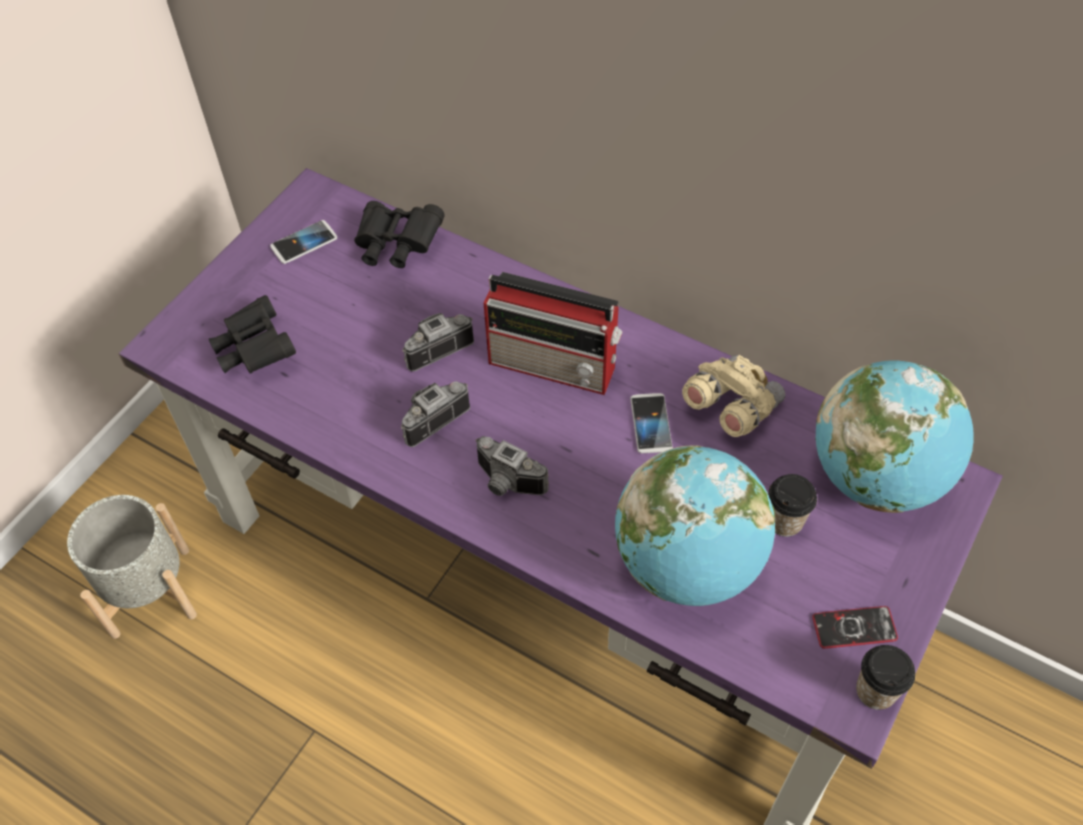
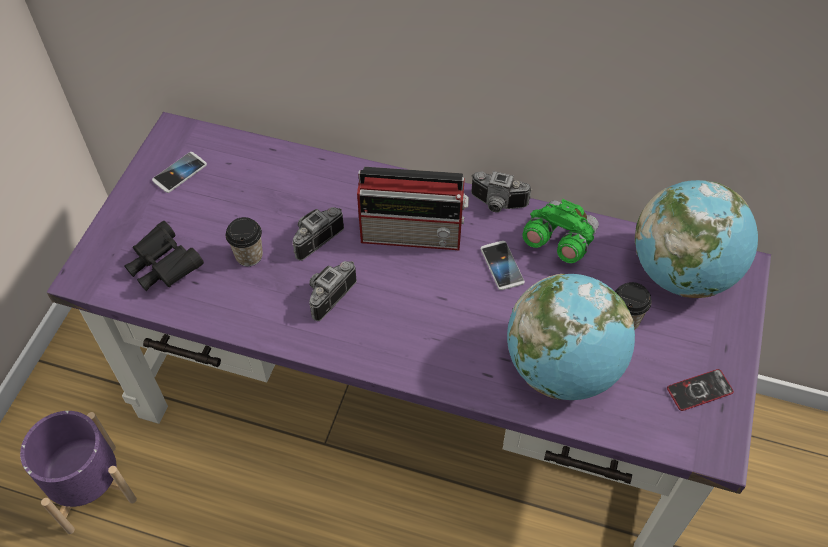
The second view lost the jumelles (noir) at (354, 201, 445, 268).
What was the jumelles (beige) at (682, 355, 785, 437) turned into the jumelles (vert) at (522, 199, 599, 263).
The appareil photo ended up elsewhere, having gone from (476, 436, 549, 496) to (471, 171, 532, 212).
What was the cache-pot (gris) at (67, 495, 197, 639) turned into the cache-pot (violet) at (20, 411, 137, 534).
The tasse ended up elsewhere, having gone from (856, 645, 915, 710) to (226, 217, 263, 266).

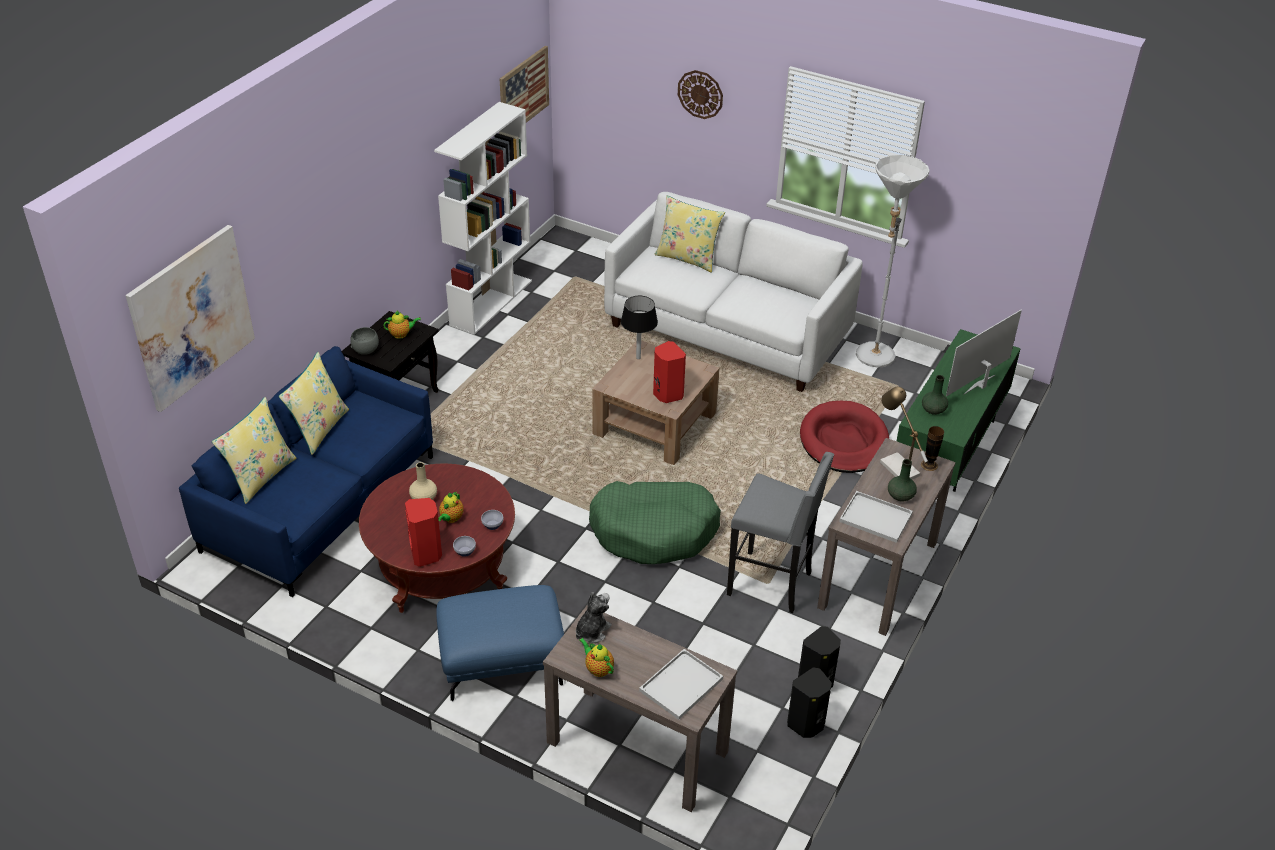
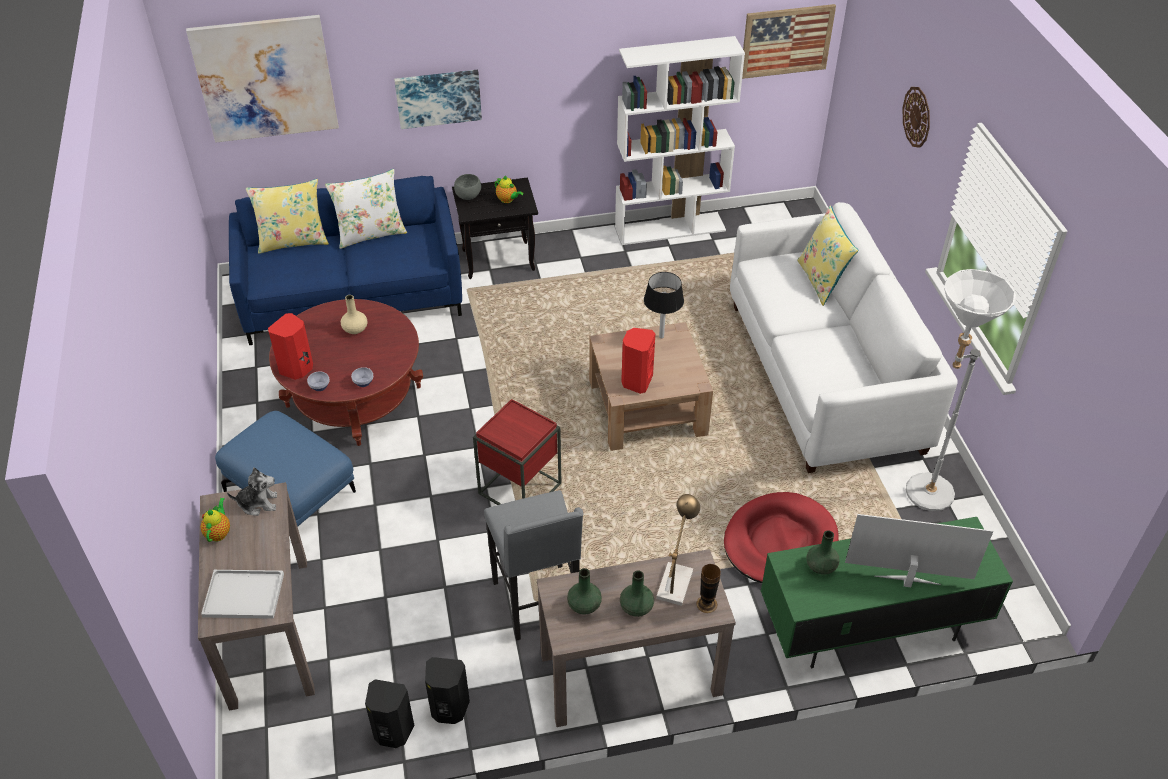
What was the coussin (jaune) at (279, 352, 349, 455) turned into the coussin (blanc) at (325, 169, 407, 249).
Where the panier pour chien (vert) stood at (589, 481, 721, 564), the table d'appoint (rouge) came to stand at (473, 399, 562, 505).
The second view lost the théière at (438, 491, 464, 523).
Where the plateau (blanc) stood at (839, 491, 913, 543), the vase (vert) came to stand at (567, 568, 602, 615).
The second view gained the tableau at (394, 70, 482, 129).

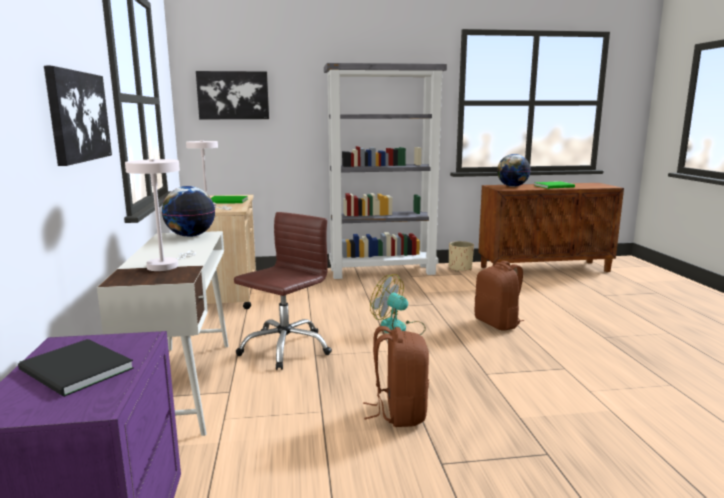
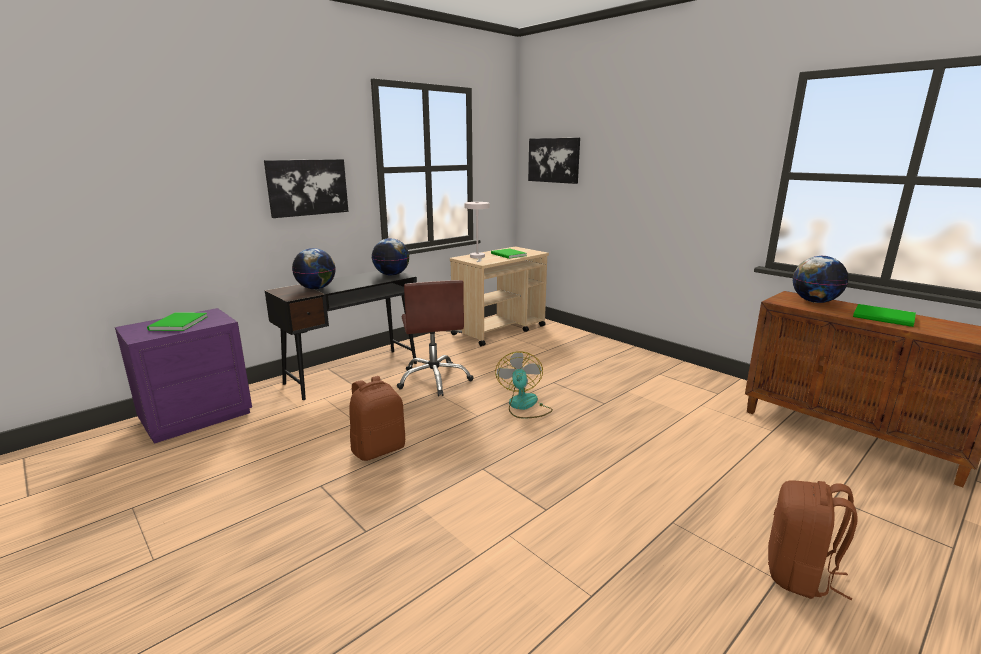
The second view lost the bibliothèque (gris) at (324, 63, 447, 279).
Where the lampe de table (blanc) stood at (125, 159, 196, 271), the globe came to stand at (292, 248, 336, 289).
The chaise de bureau (marron) at (234, 212, 332, 370) ended up facing another way, 75 degrees clockwise from before.
What was the bureau (blanc) at (97, 231, 229, 436) turned into the bureau (noir) at (265, 271, 417, 400).
The second view lost the cache-pot (beige) at (449, 241, 474, 272).
The sac à dos (marron) ended up elsewhere, having gone from (475, 261, 524, 331) to (768, 481, 858, 600).
What was the livre (noir) at (18, 339, 134, 397) turned into the livre (vert) at (147, 312, 207, 331).

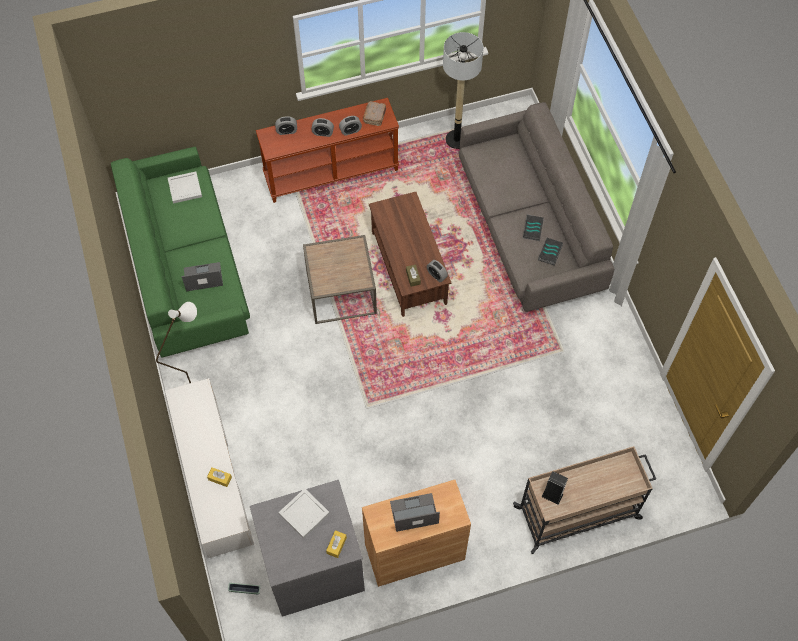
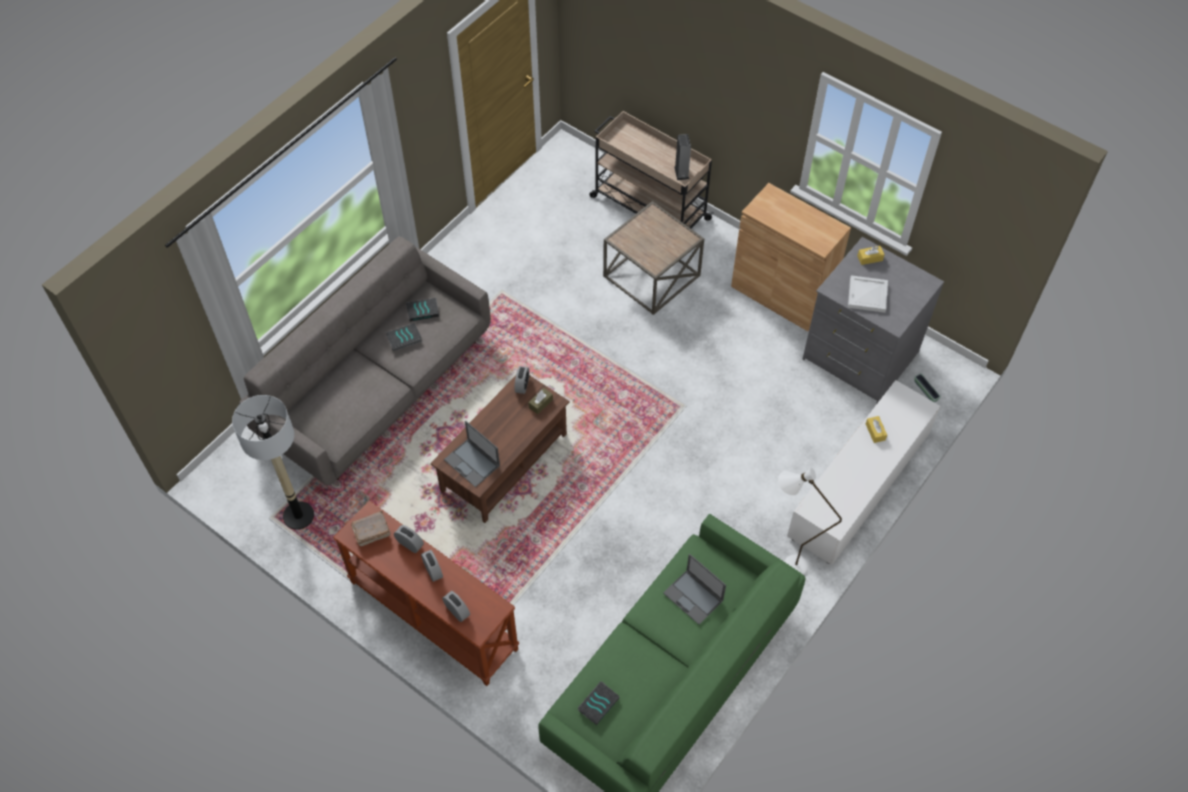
Where the plateau (blanc) stood at (168, 172, 202, 204), the livre came to stand at (578, 681, 619, 725).
The table d'appoint (marron) ended up elsewhere, having gone from (303, 235, 377, 324) to (603, 201, 704, 315).
The ordinateur portable ended up elsewhere, having gone from (390, 493, 440, 532) to (444, 421, 500, 487).

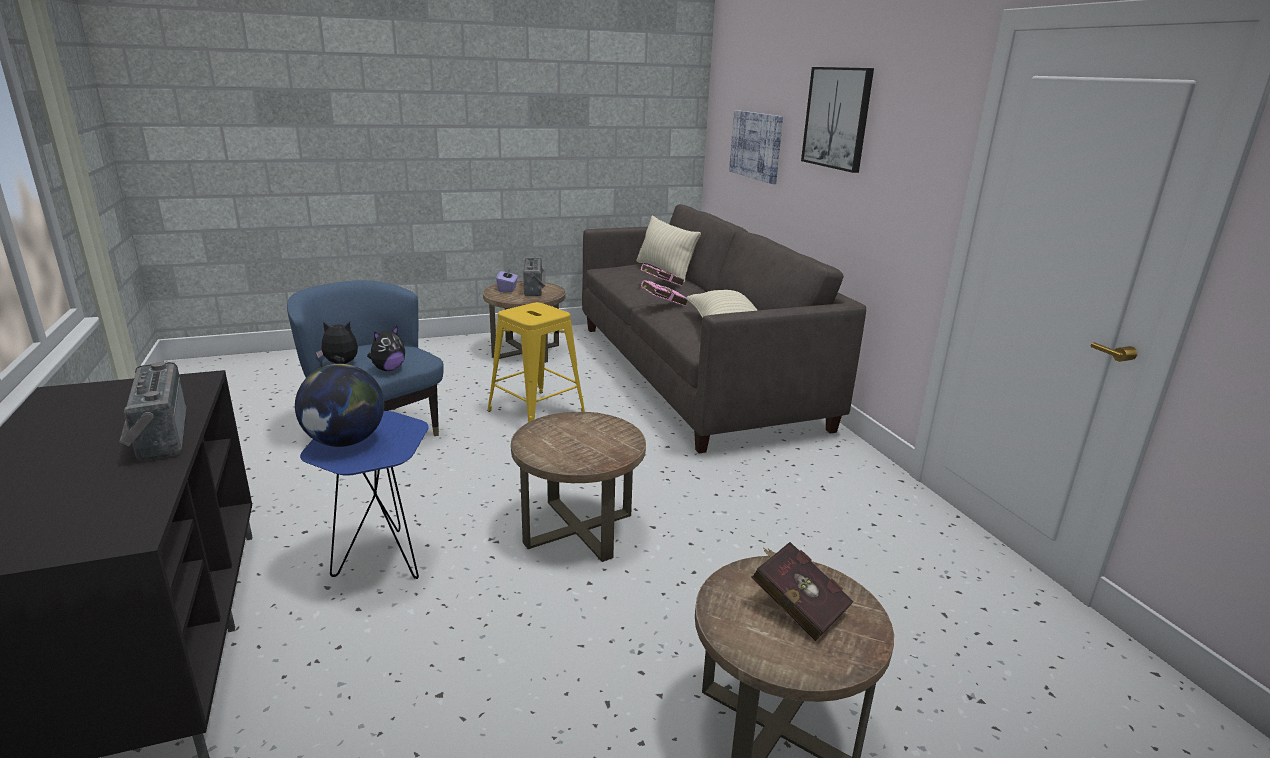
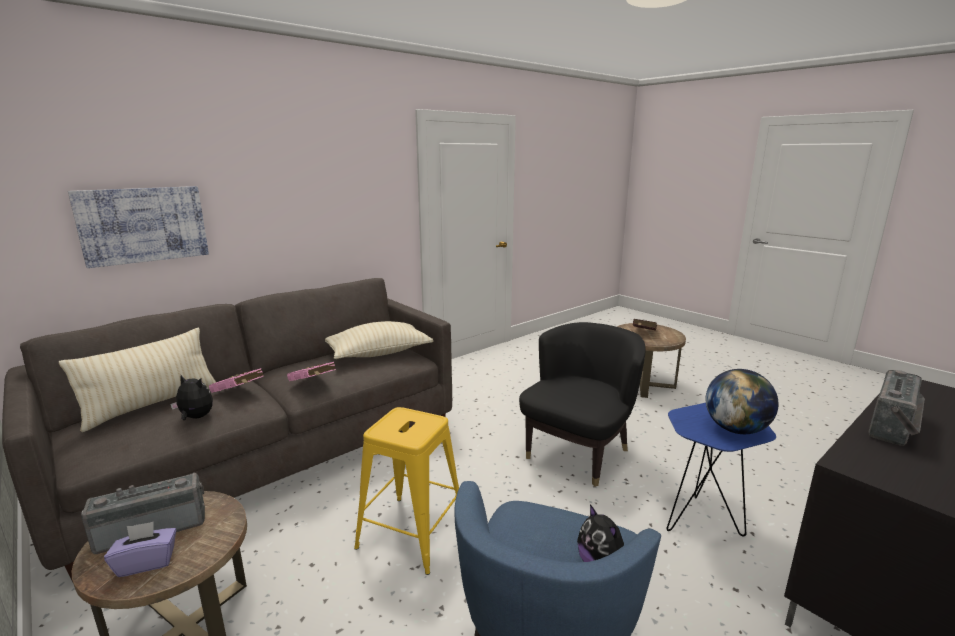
The second view lost the tableau at (801, 67, 874, 173).
The peluche ended up elsewhere, having gone from (367, 326, 405, 371) to (170, 375, 213, 420).
Where the table d'appoint (marron) stood at (511, 412, 646, 562), the fauteuil (noir) came to stand at (519, 322, 646, 487).

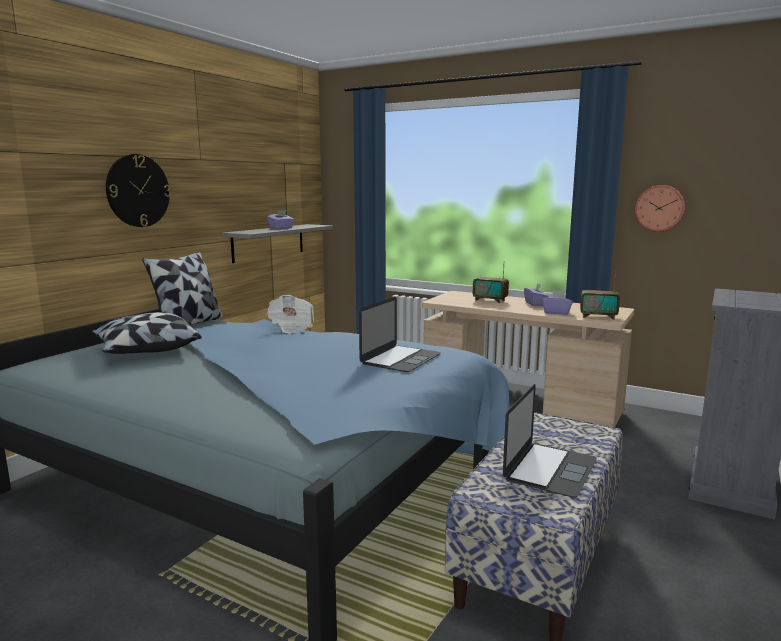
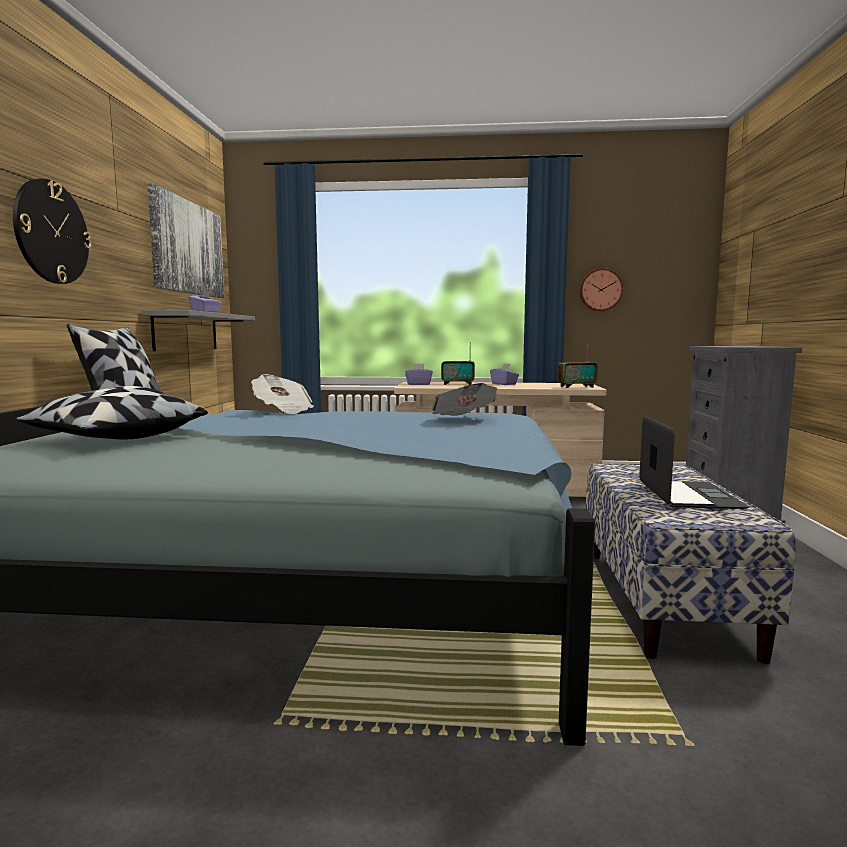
The boîte à mouchoirs (violet) ended up elsewhere, having gone from (542, 290, 573, 315) to (405, 364, 433, 385).
Where the ordinateur portable stood at (359, 297, 441, 372), the journal came to stand at (432, 383, 497, 416).
The second view gained the tableau at (147, 183, 224, 298).

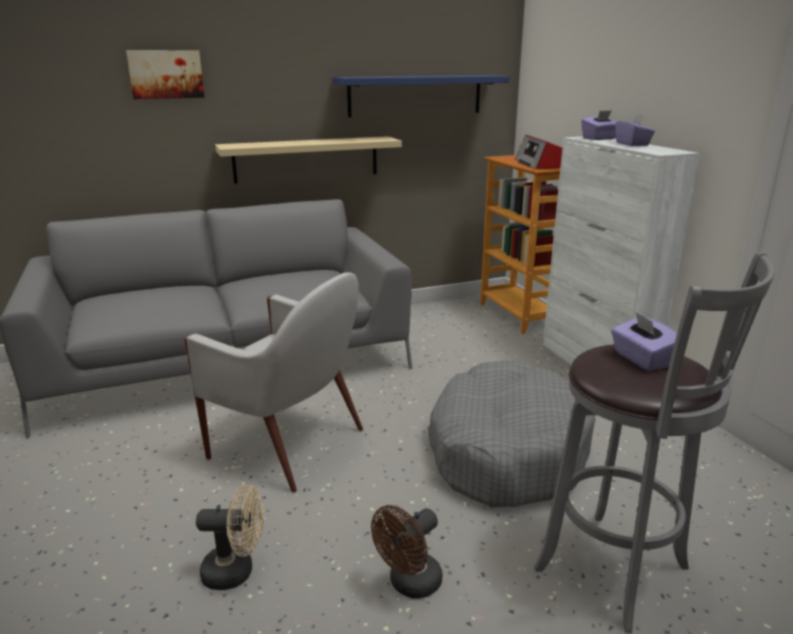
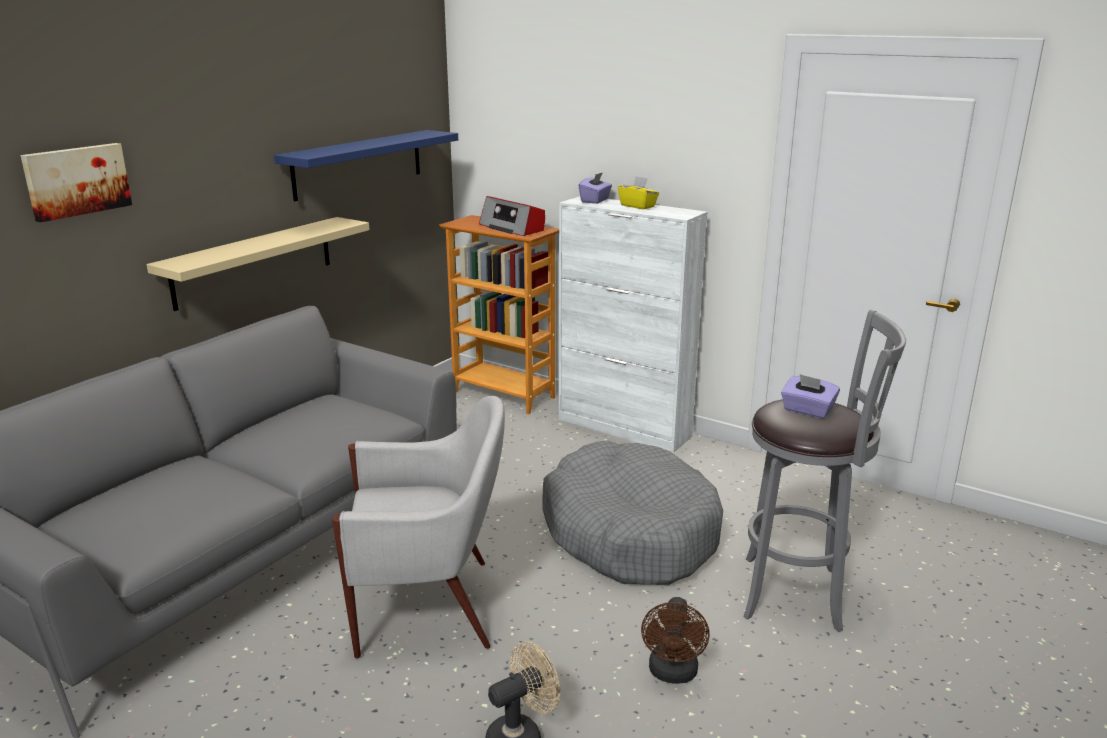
What was the boîte à mouchoirs (violet) at (615, 114, 655, 146) turned into the boîte à mouchoirs (jaune) at (618, 176, 659, 209).

